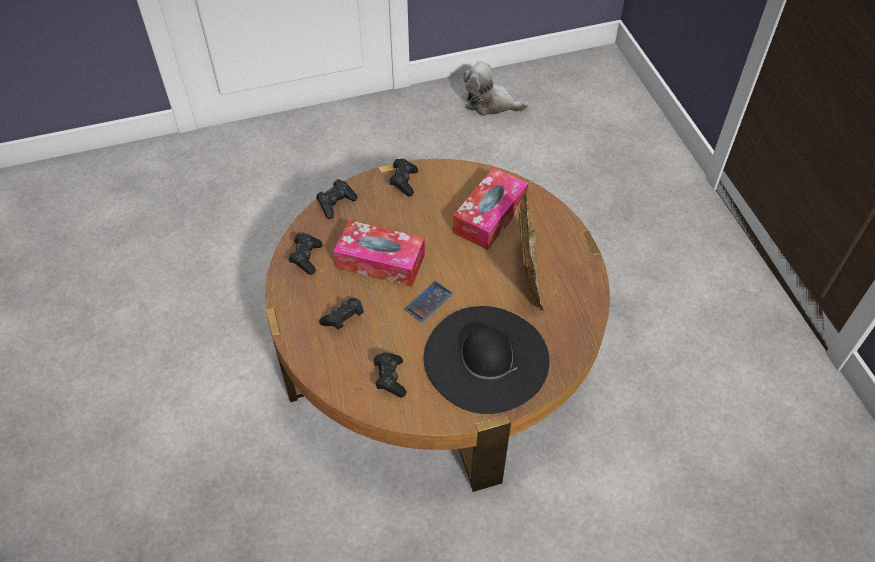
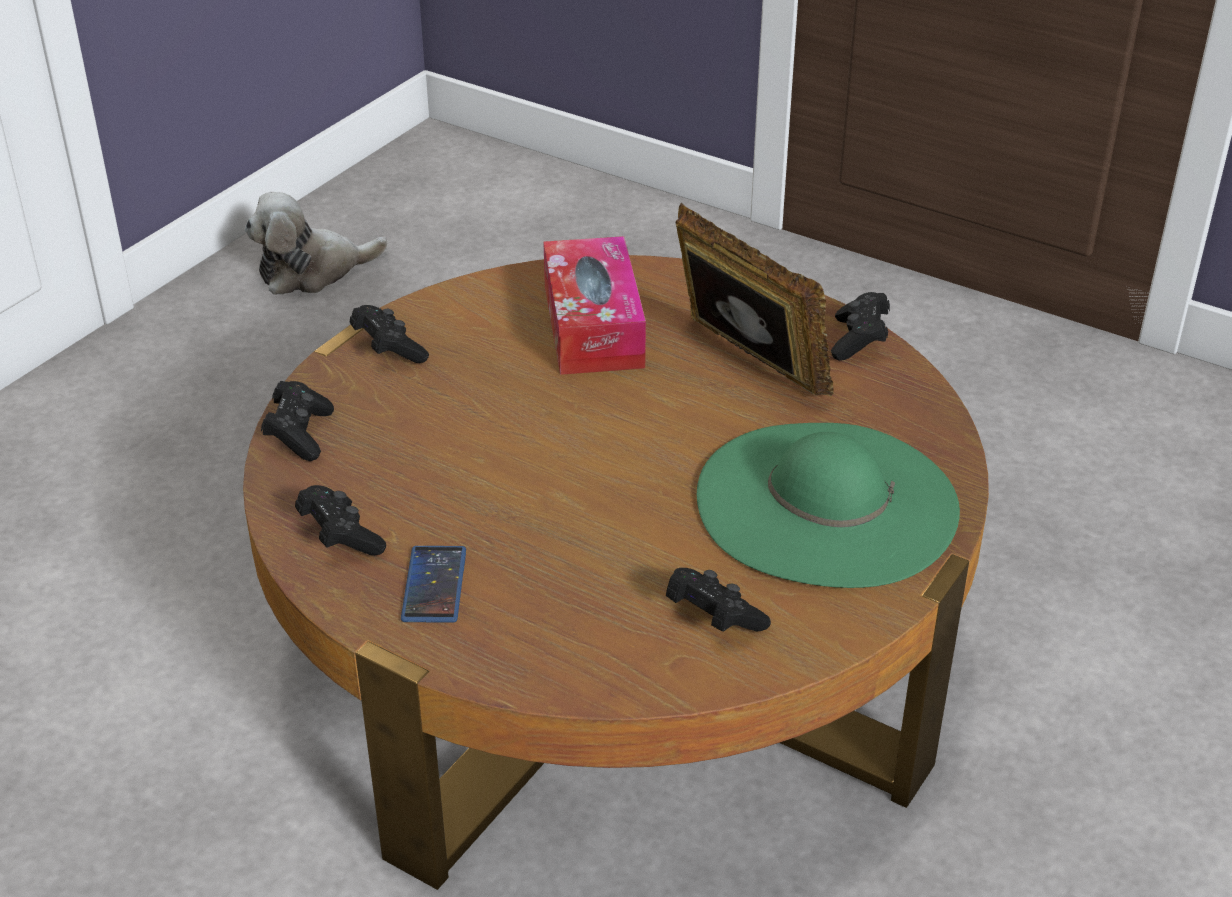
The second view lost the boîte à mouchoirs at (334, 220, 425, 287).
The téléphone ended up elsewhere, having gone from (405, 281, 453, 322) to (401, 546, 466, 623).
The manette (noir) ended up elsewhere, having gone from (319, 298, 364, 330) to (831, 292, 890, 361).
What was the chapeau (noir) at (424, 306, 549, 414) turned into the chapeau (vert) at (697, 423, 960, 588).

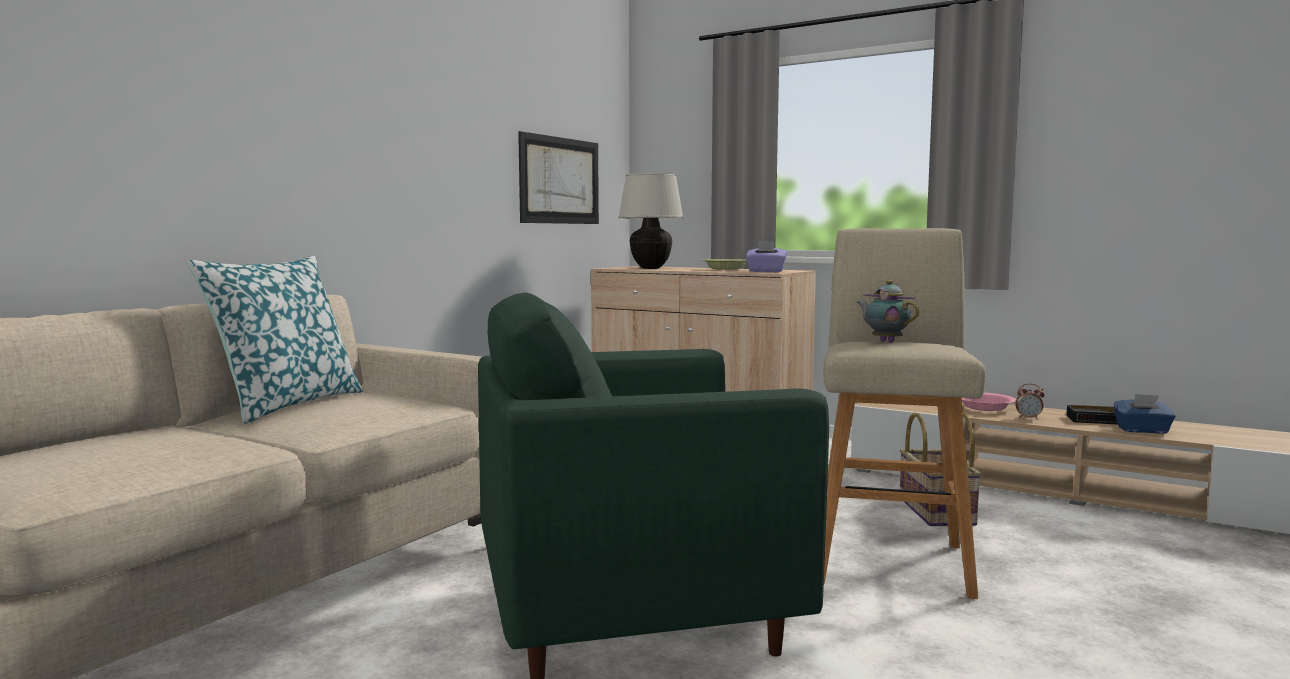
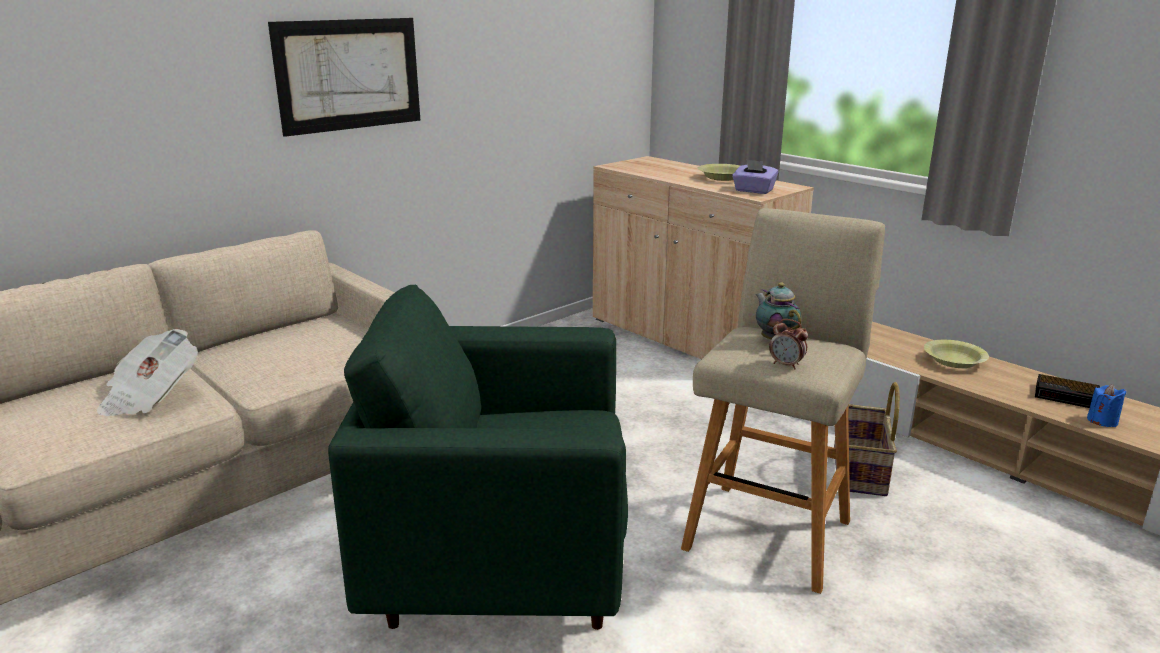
The tableau ended up elsewhere, having gone from (518, 131, 599, 224) to (268, 18, 420, 137).
The second view lost the lampe de table (beige) at (618, 173, 684, 269).
The second view lost the coussin at (187, 255, 363, 424).
The réveil ended up elsewhere, having gone from (1015, 384, 1045, 420) to (769, 319, 808, 369).
What was the bol (rose) at (962, 393, 1016, 411) turned into the bol (jaune) at (924, 340, 989, 368).
Where the boîte à mouchoirs (bleu) stood at (1113, 394, 1176, 434), the bougie (bleu) came to stand at (1087, 385, 1126, 427).
The second view gained the journal at (96, 329, 198, 416).

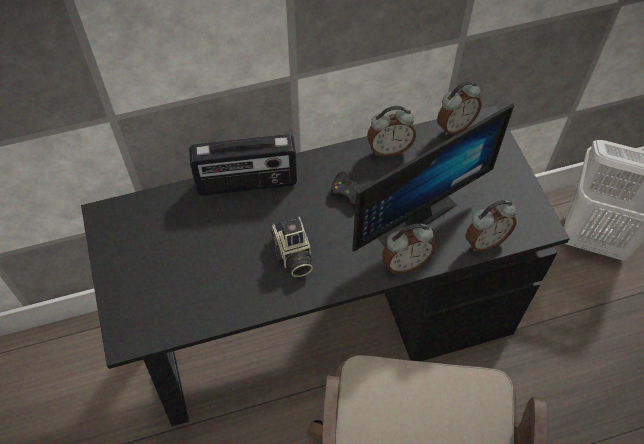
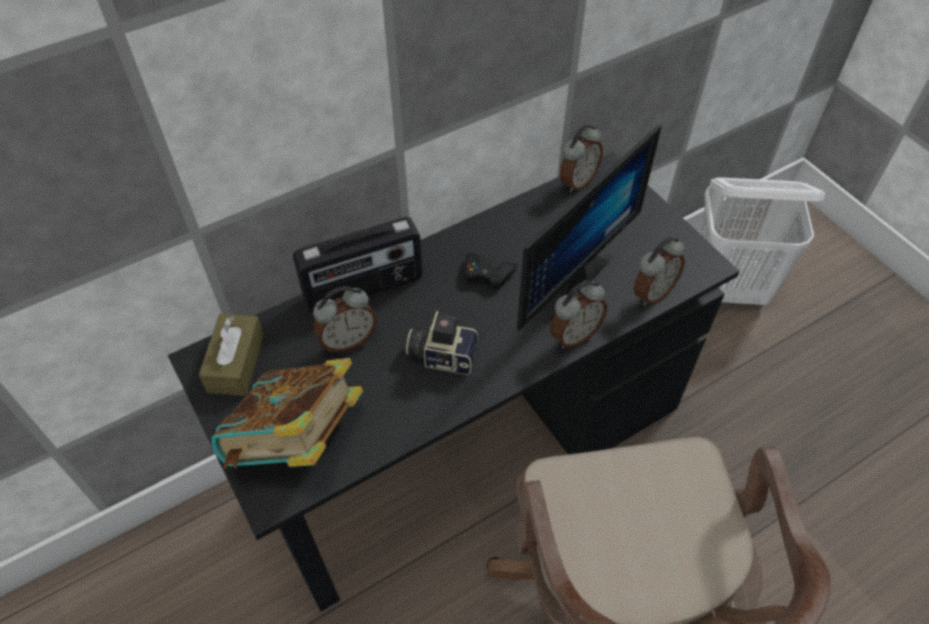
The réveil ended up elsewhere, having gone from (367, 106, 416, 157) to (313, 286, 377, 353).
The appareil photo at (270, 217, 313, 277) ended up facing another way, 135 degrees clockwise from before.
The second view gained the boîte à mouchoirs (marron) at (199, 313, 264, 396).
The second view gained the livre at (212, 358, 363, 469).

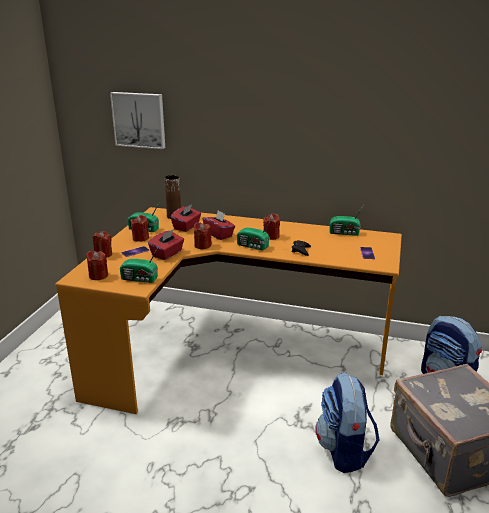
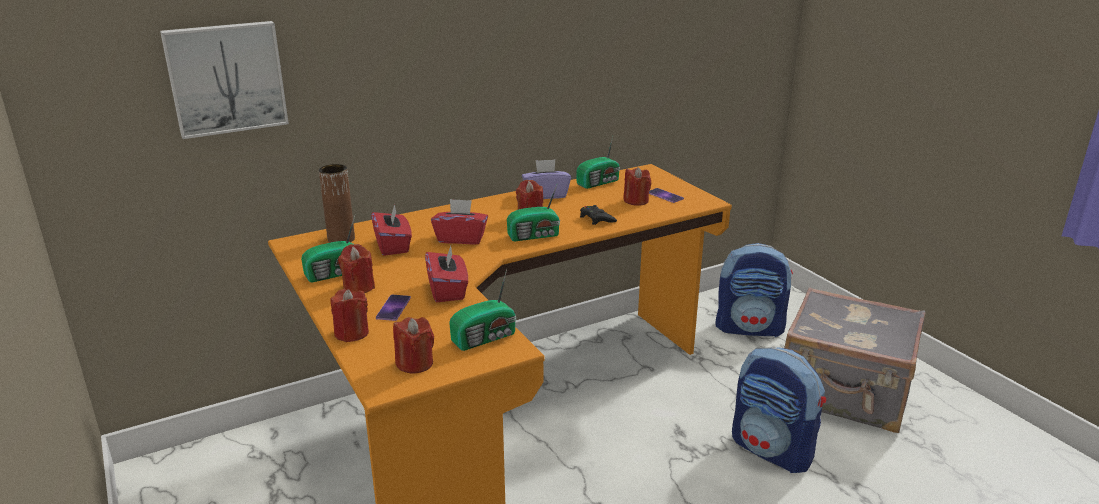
The bougie (rouge) ended up elsewhere, having gone from (194, 222, 212, 249) to (623, 167, 651, 206).
The second view gained the boîte à mouchoirs (violet) at (522, 159, 571, 199).

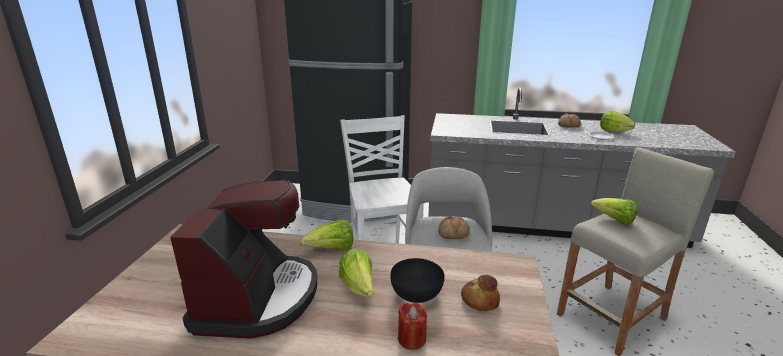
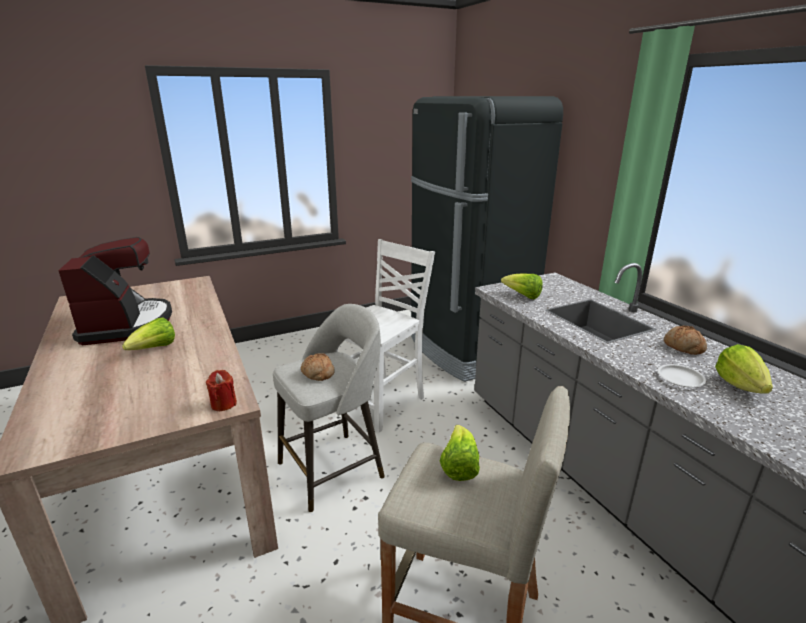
The machine à café at (170, 180, 317, 339) ended up facing another way, 75 degrees counterclockwise from before.
The laitue ended up elsewhere, having gone from (300, 220, 353, 250) to (501, 273, 543, 299).
The second view lost the bol (noir) at (391, 258, 444, 303).
The second view lost the pain at (461, 275, 500, 311).
The bougie (rouge) ended up elsewhere, having gone from (398, 303, 427, 350) to (206, 370, 237, 411).

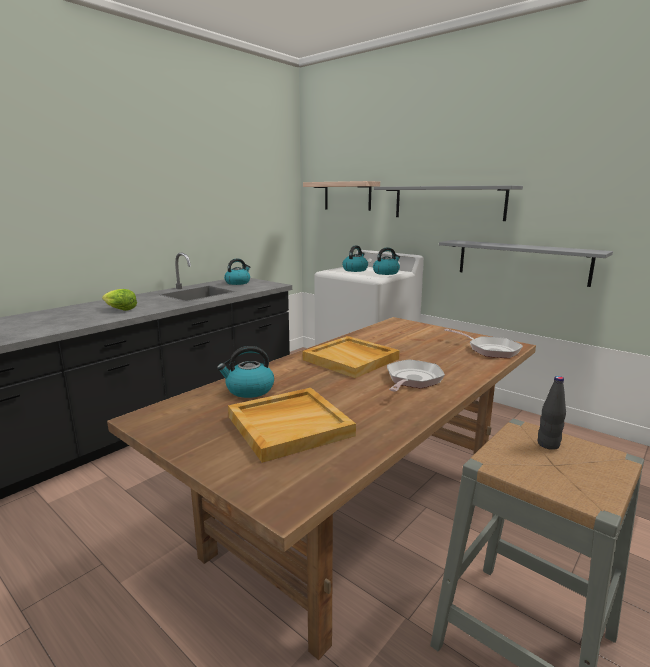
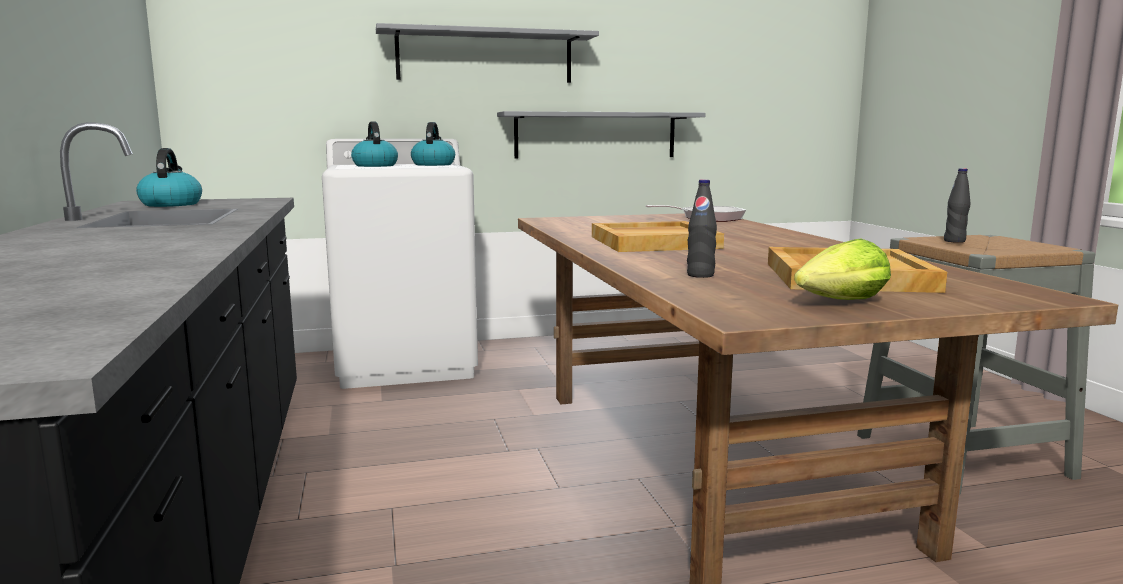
The second view lost the étagère at (303, 181, 380, 211).
The laitue ended up elsewhere, having gone from (102, 289, 137, 311) to (794, 239, 891, 300).
Where the bouilloire stood at (217, 346, 274, 398), the bouteille (noir) came to stand at (687, 179, 717, 278).
The second view lost the poêle at (387, 359, 445, 392).

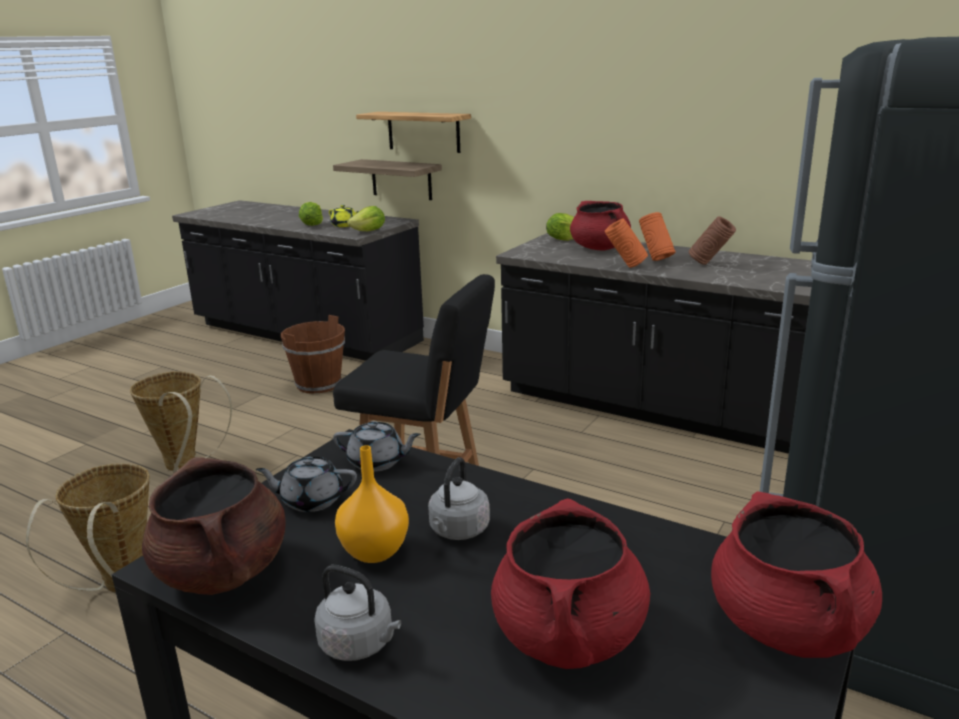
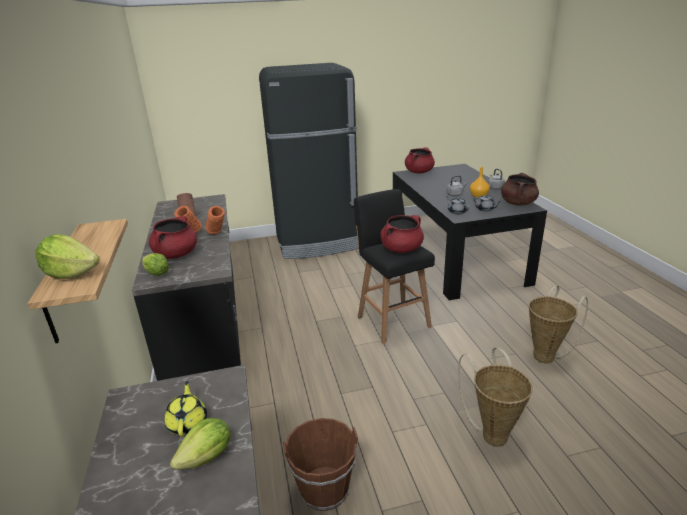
The second view lost the étagère at (333, 159, 442, 200).
The laitue ended up elsewhere, having gone from (347, 206, 385, 231) to (35, 234, 100, 279).
The marmite (rouge) ended up elsewhere, having gone from (491, 498, 650, 669) to (380, 215, 424, 253).

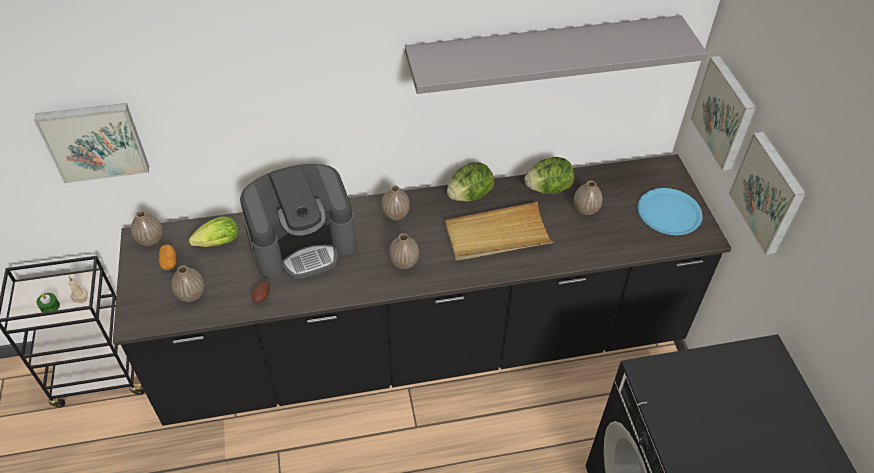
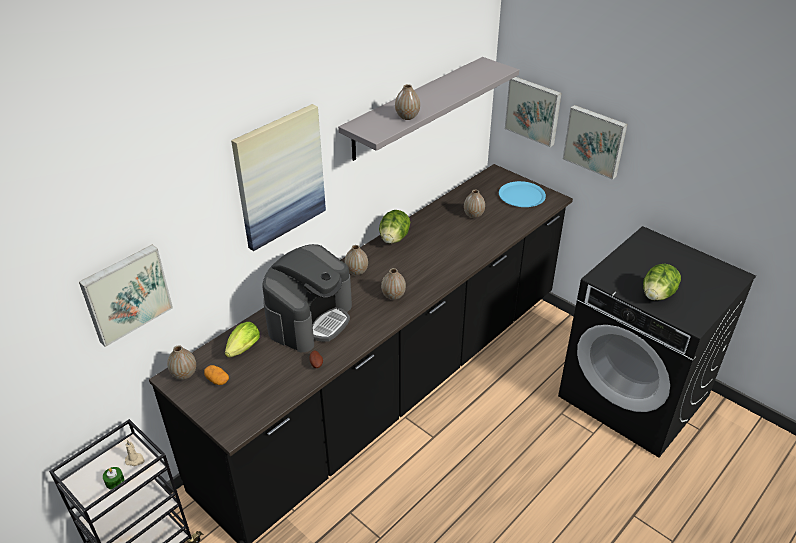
The laitue ended up elsewhere, having gone from (525, 157, 574, 194) to (643, 264, 681, 300).
The second view lost the plateau (beige) at (445, 202, 554, 261).
The vase ended up elsewhere, having gone from (171, 265, 204, 302) to (395, 84, 420, 120).
The second view gained the tableau at (231, 104, 326, 251).

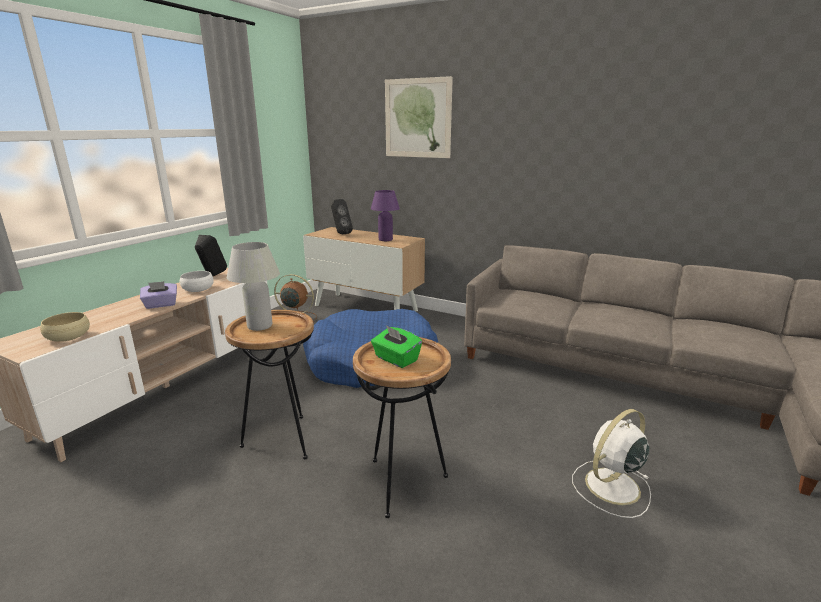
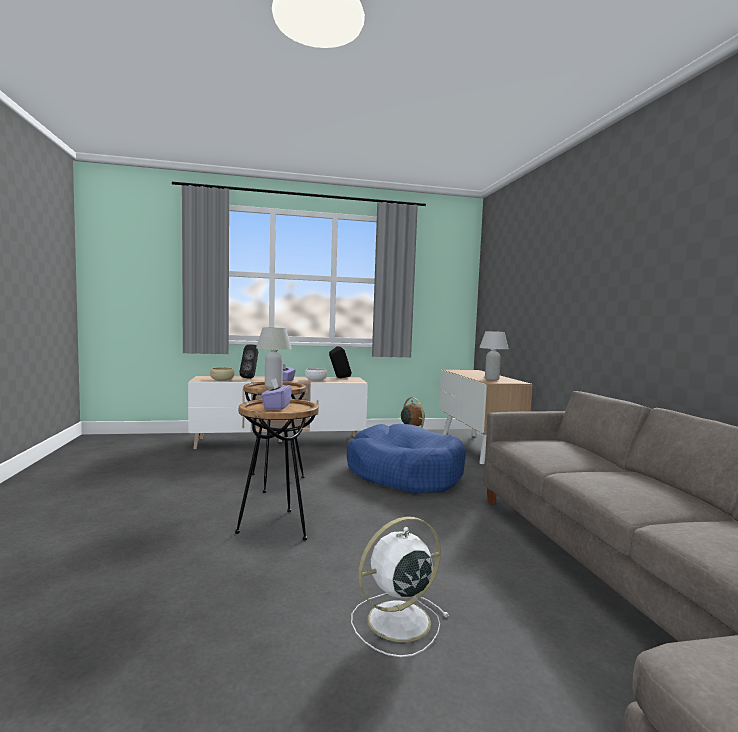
The second view lost the tableau at (385, 76, 453, 158).
What was the lampe de table (violet) at (371, 190, 400, 241) turned into the lampe de table (blanc) at (479, 331, 509, 380).
The enceinte (noir) ended up elsewhere, having gone from (331, 199, 353, 234) to (239, 345, 258, 379).
What was the boîte à mouchoirs (vert) at (371, 325, 422, 368) turned into the boîte à mouchoirs (violet) at (261, 378, 292, 410).
The ventilateur (blanc) at (572, 409, 651, 518) ended up facing another way, 45 degrees counterclockwise from before.

